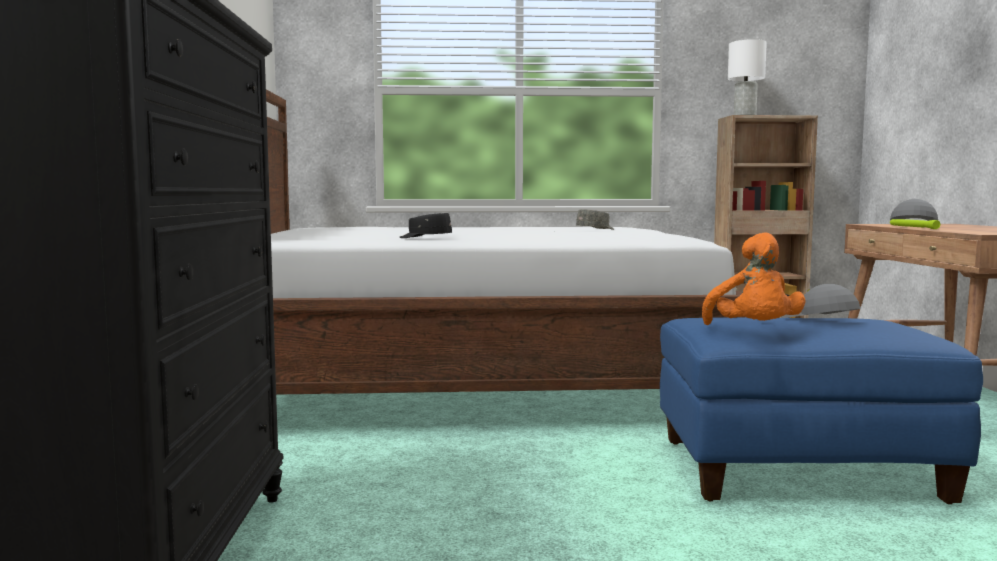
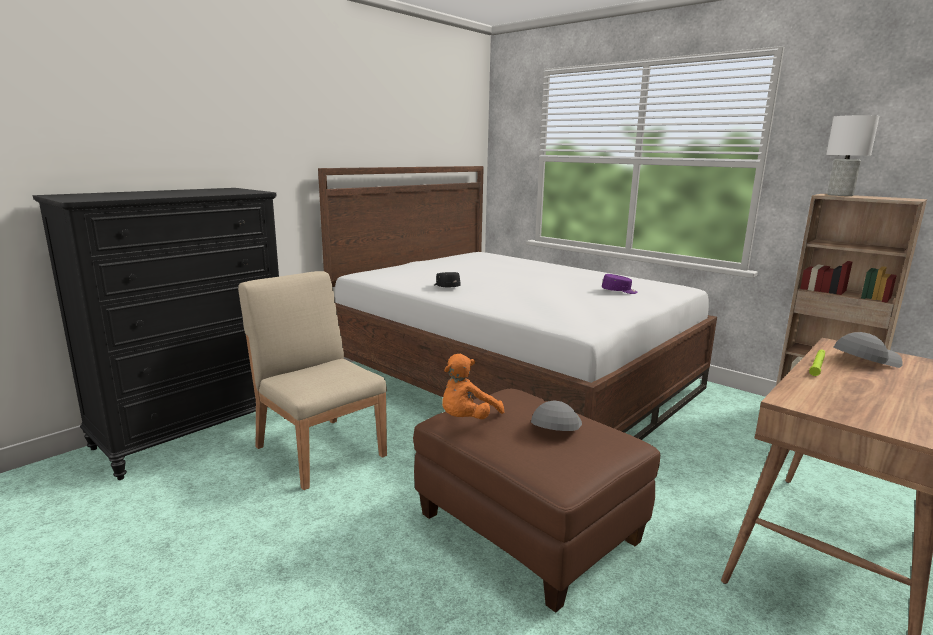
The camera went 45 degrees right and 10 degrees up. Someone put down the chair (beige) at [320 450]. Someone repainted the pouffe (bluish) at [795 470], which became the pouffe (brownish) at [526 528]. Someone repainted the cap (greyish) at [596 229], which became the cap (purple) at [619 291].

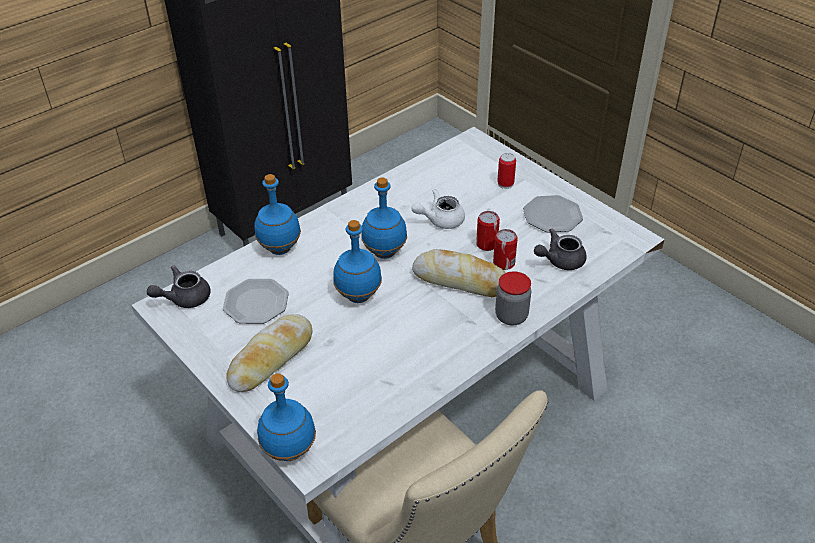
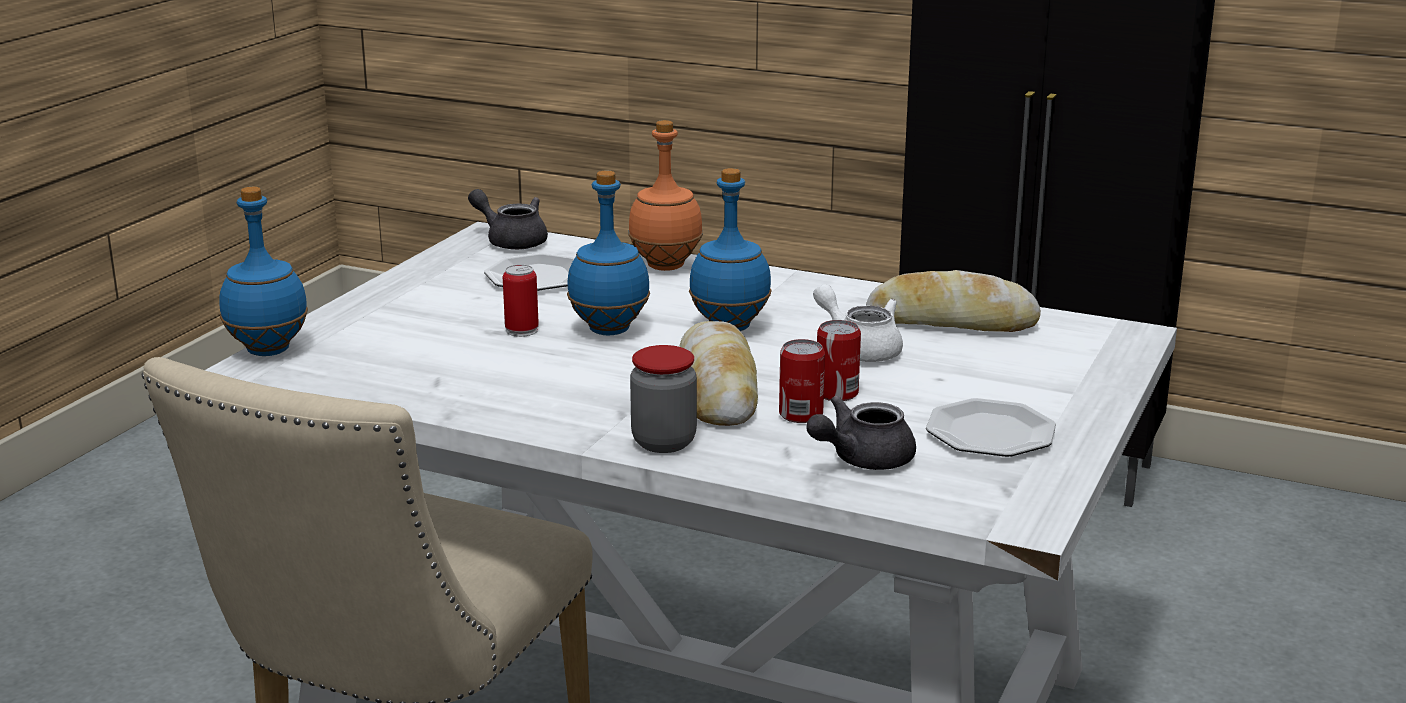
The camera went 65 degrees right and 20 degrees down. Someone carried the can from [505 184] to [522 330]. Someone repainted the bottle (bluish) at [279 248], which became the bottle (orangey) at [666 266]. Someone rotated the pot for tea (greyish) at [560 261] by 75 degrees counterclockwise. Someone carried the bakery bread from [271 358] to [951 321].

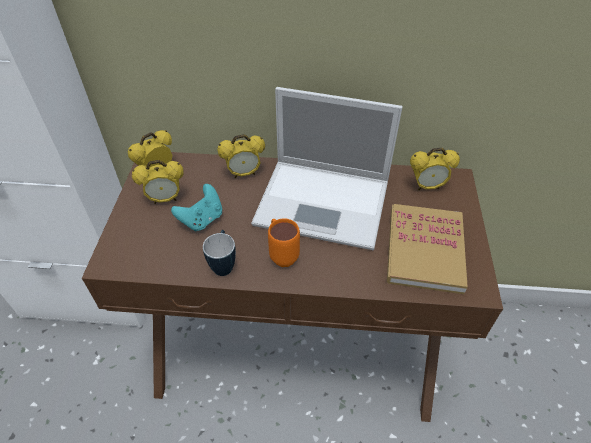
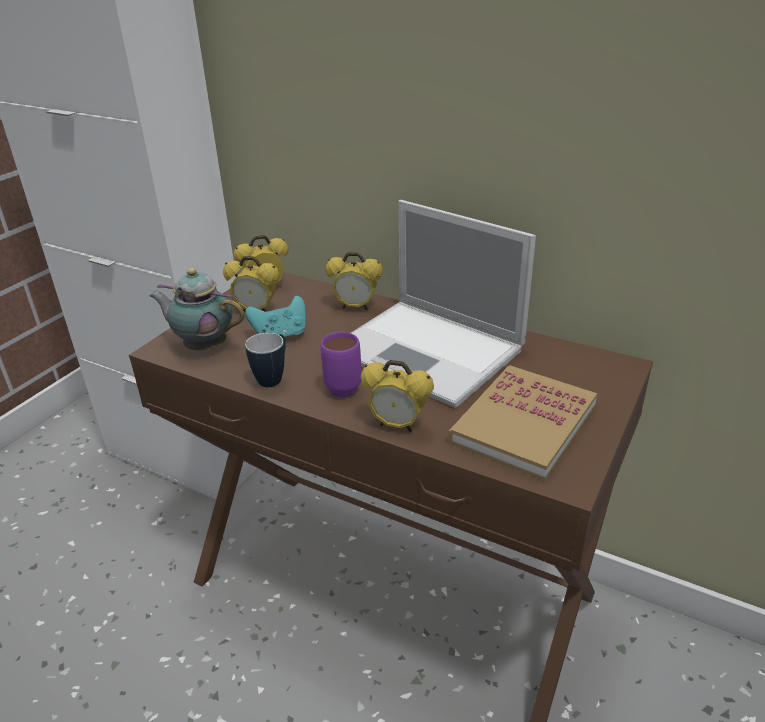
The camera went 25 degrees right and 15 degrees down. Someone put down the pot for tea at [203 346]. Someone repainted the tea mug (orangey) at [282 254], which became the tea mug (purple) at [343 385]. Someone carried the alarm clock from [427 187] to [397 425].

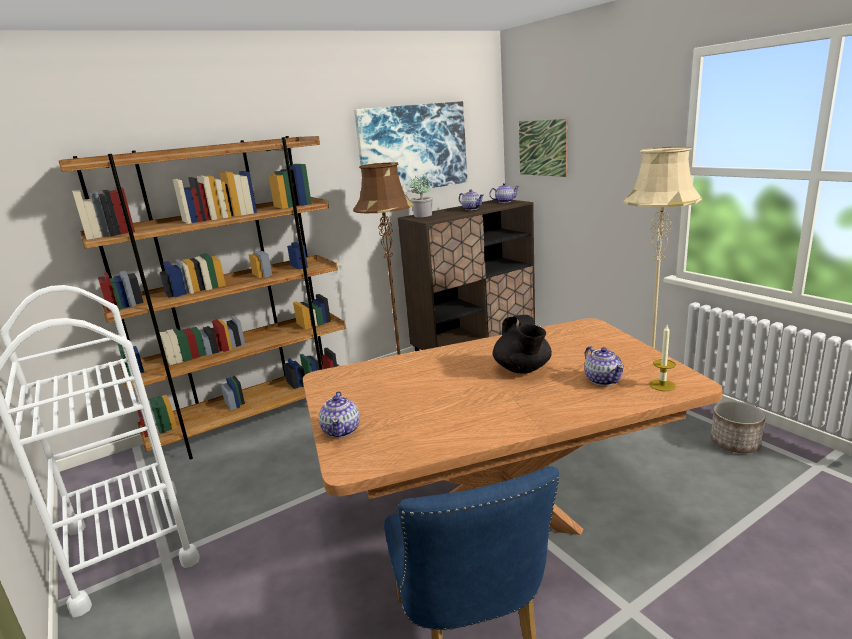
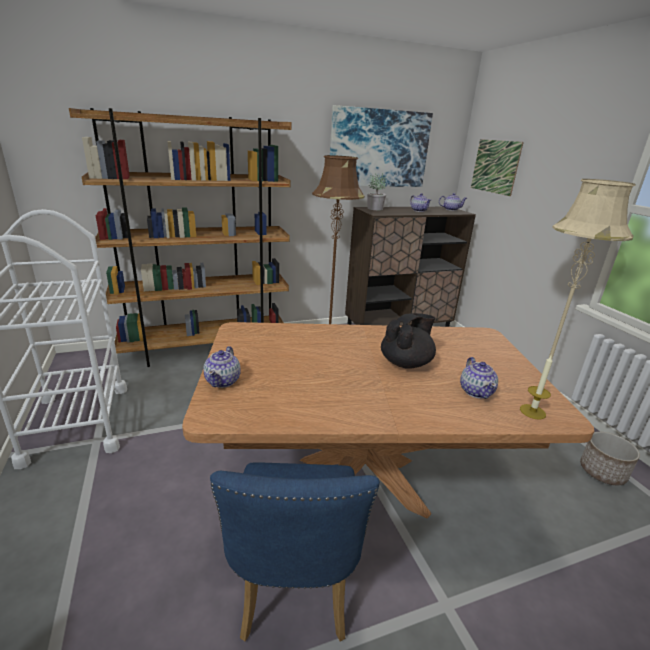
The camera went 10 degrees right and 5 degrees up. Someone rotated the pot for tea (blackish) at [522 369] by 135 degrees counterclockwise.

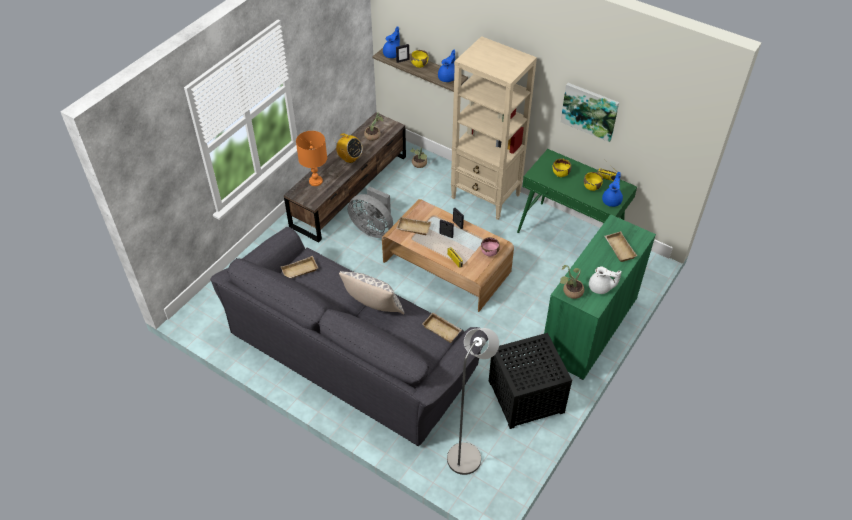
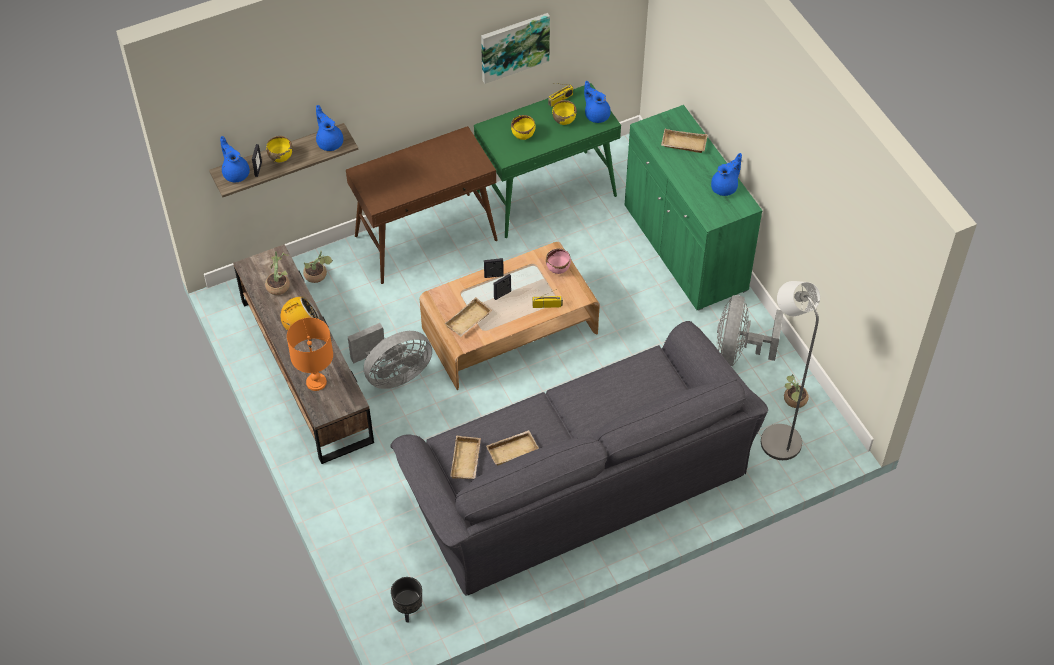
The camera went 60 degrees left and 5 degrees up. Someone swapped the bookshelf (beige) at [486 197] for the console table (brownish) at [426 238]. Someone put down the plant pot (blackish) at [408 610]. Someone carried the carrying tray (beige) from [442 329] to [512 449]. Someone repainted the pot for tea (white-coloured) at [600 288], which became the pot for tea (bluish) at [725 187]. Someone swapped the accent table (blackish) at [525 398] for the cooling fan (greyish) at [738 351]. Someone carried the houseplant from [570 291] to [794 401]. Someone took away the cushion at [374 309].

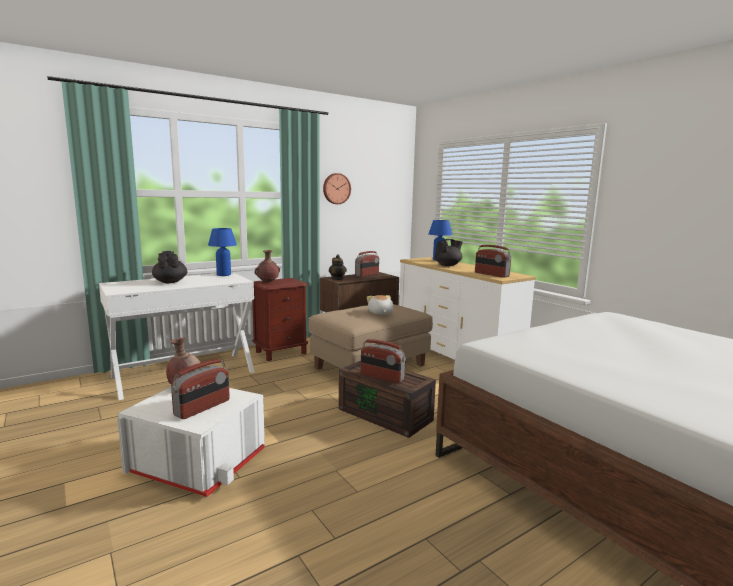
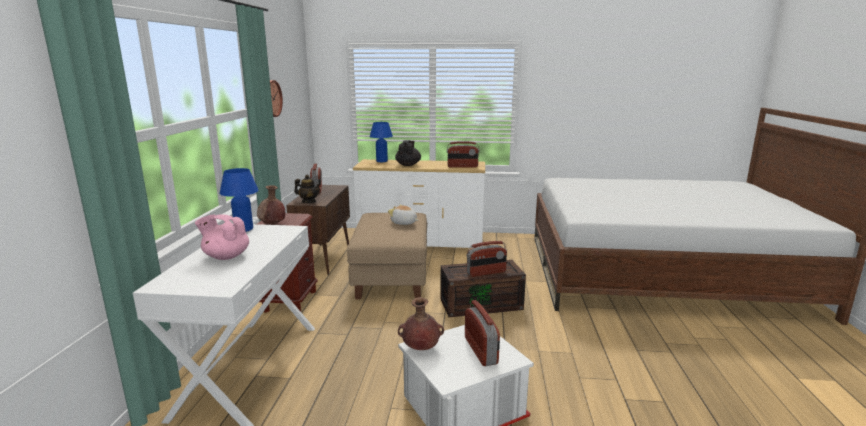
The camera went 50 degrees left and 5 degrees up. Someone repainted the pot for tea (blackish) at [170 282], which became the pot for tea (pink) at [226 256].

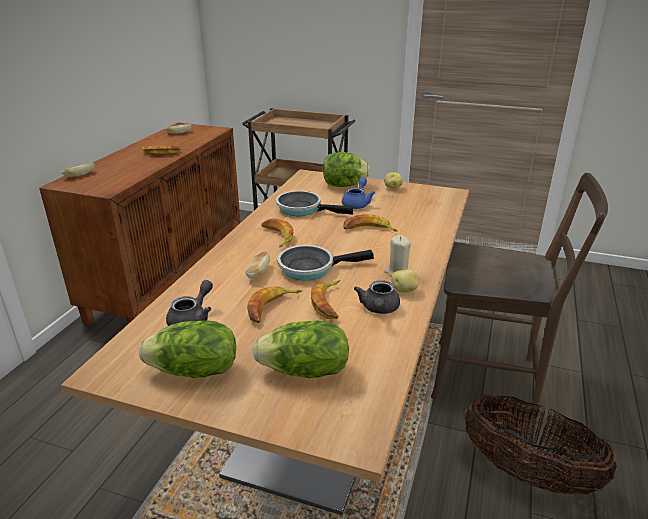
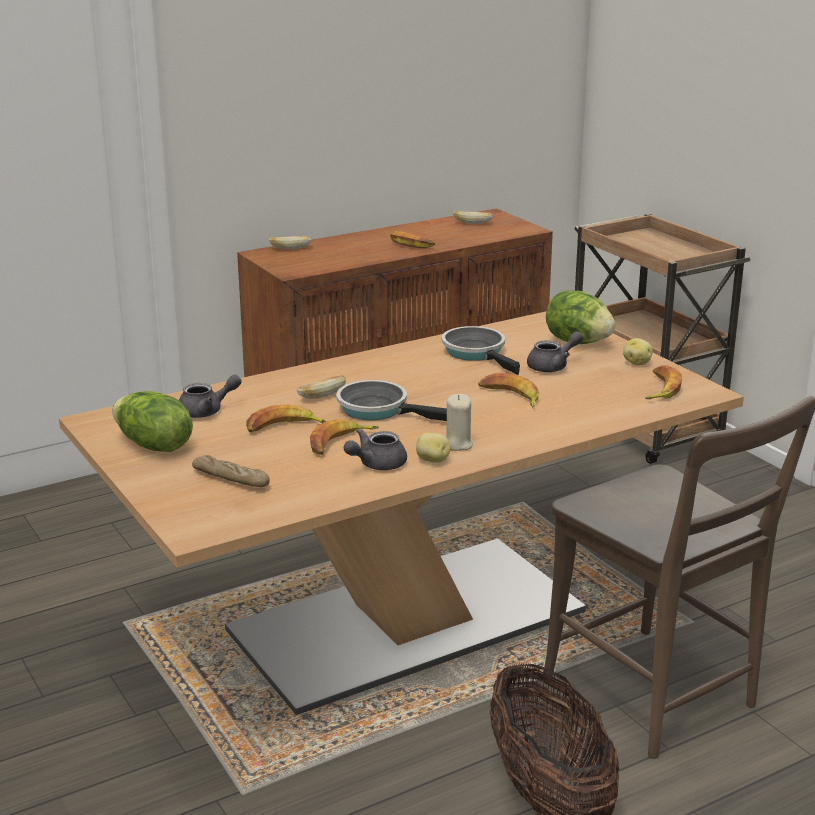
The camera went 40 degrees right and 5 degrees down. Someone swapped the lettuce at [305 371] for the bakery bread at [230 479]. Someone repainted the pot for tea (bluish) at [357 203], which became the pot for tea (greyish) at [553 366]. Someone carried the banana fruit from [276 236] to [660 389].

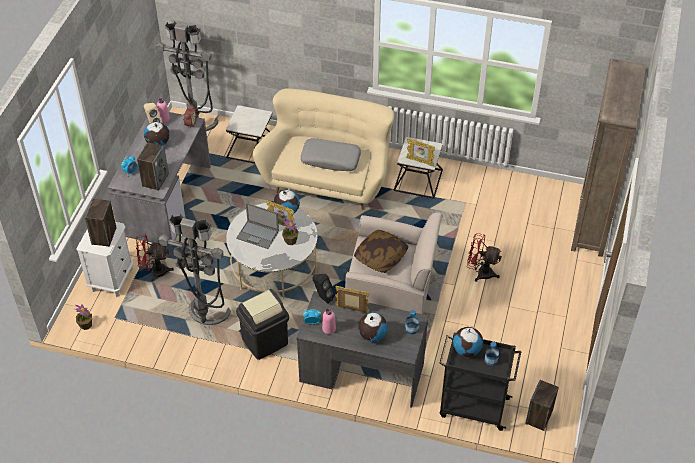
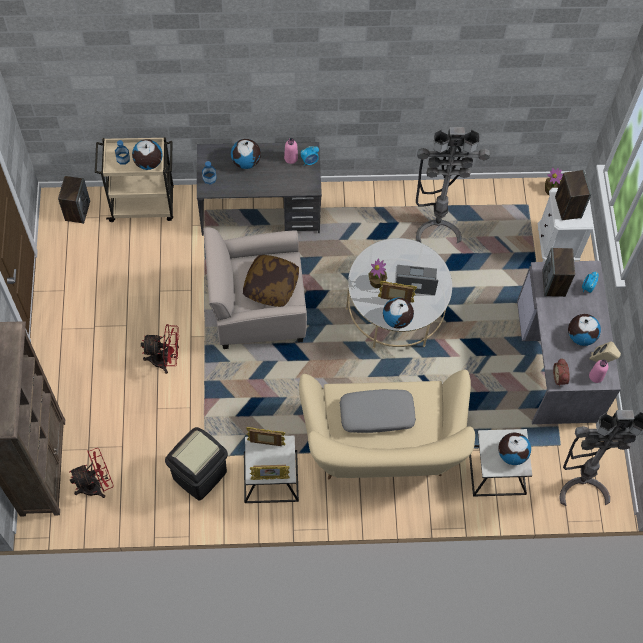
The camera went 160 degrees right and 15 degrees up. Someone carried the cooling fan (red-coloured) from [154 271] to [96 485]. Someone repainted the trolley (blackish) at [472 407], which became the trolley (beige) at [143 204]. Someone carried the trash can (blackish) from [265 341] to [200 475]. Someone carried the photo frame from [352 309] to [270 478]. Someone put down the world globe at [512 454]. Someone took away the loudspeaker (blackish) at [323 297].

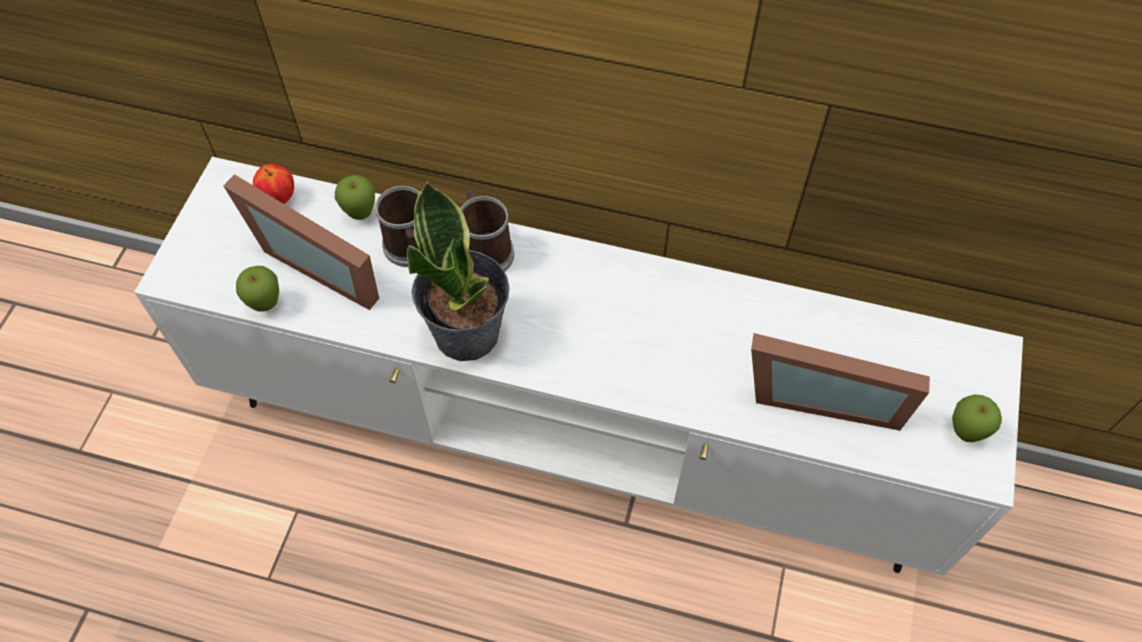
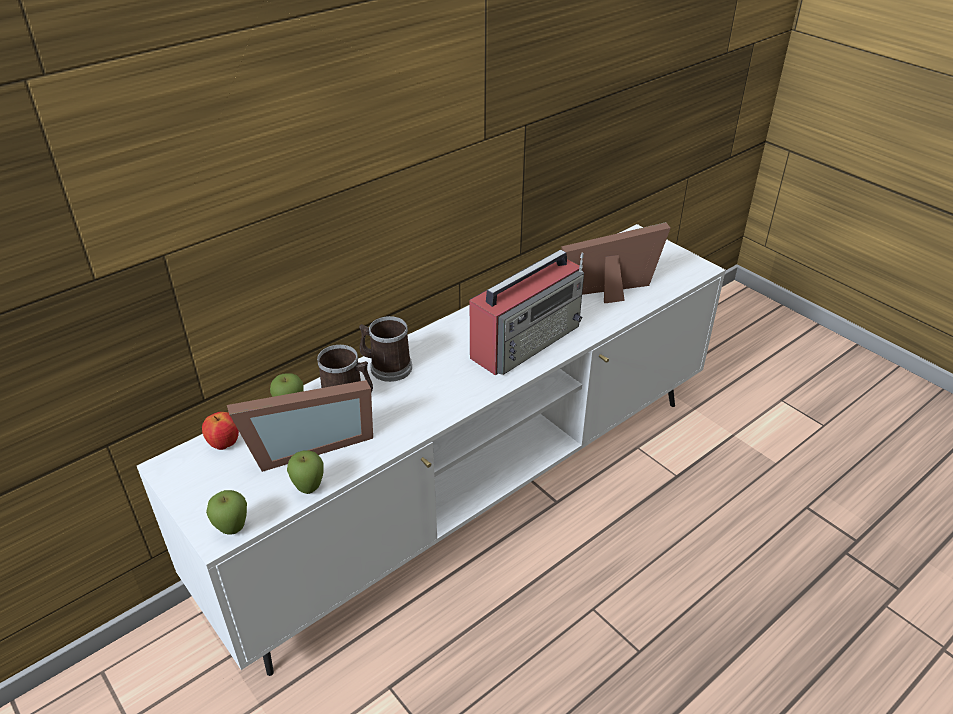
The camera went 55 degrees left and 20 degrees down. Someone carried the apple from [964 433] to [233 530]. Someone put down the radio at [527 340]. Someone rotated the photo frame at [821 394] by 150 degrees counterclockwise. Someone took away the houseplant at [468 332].

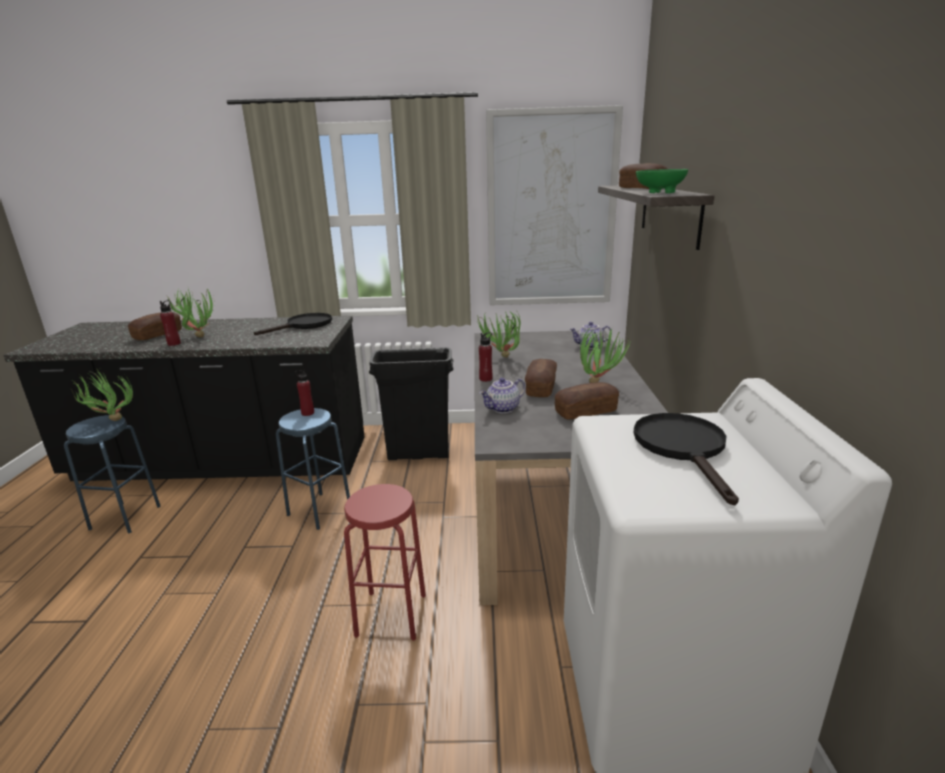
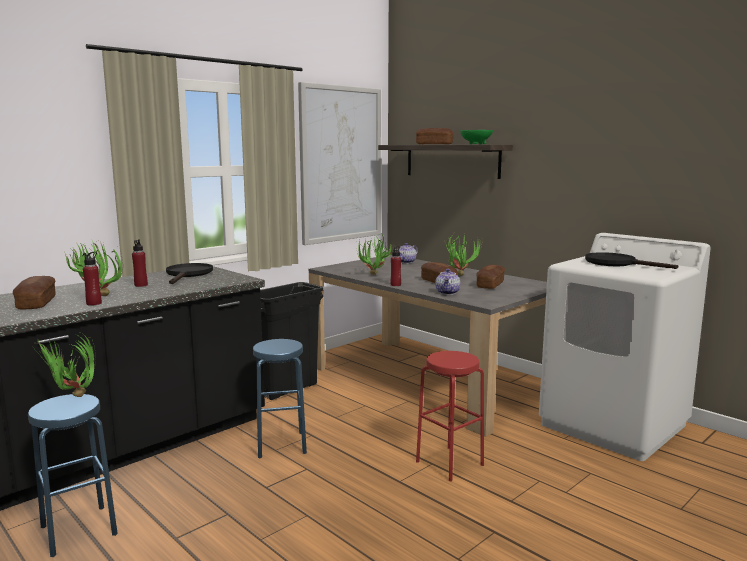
The camera went 45 degrees left and 10 degrees down. Someone carried the bottle (red-coloured) from [307 413] to [141 285].

